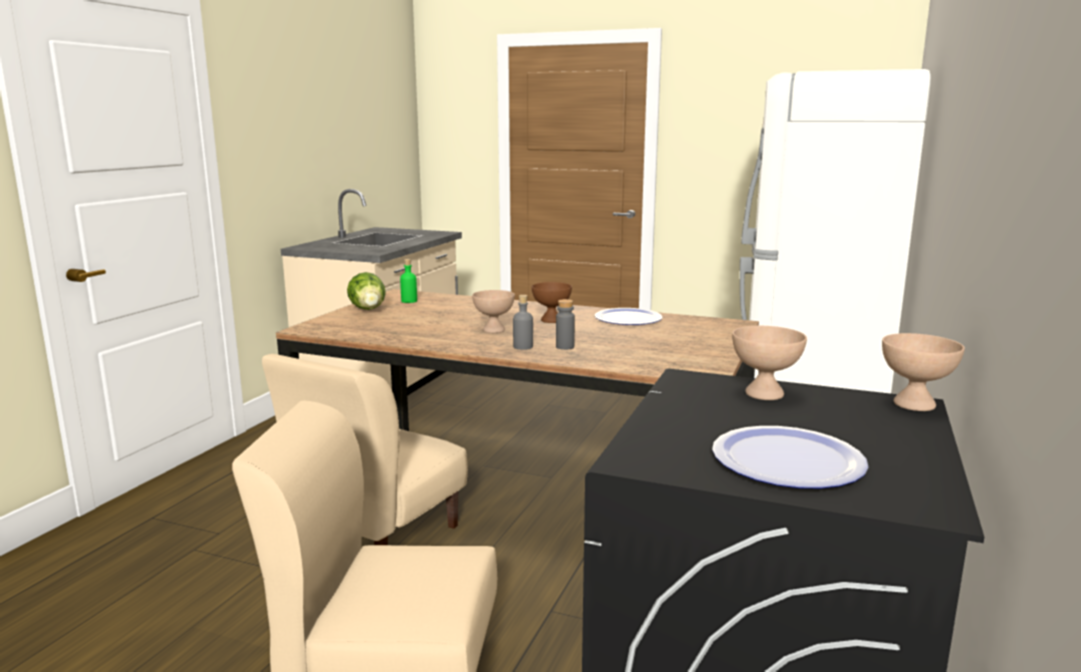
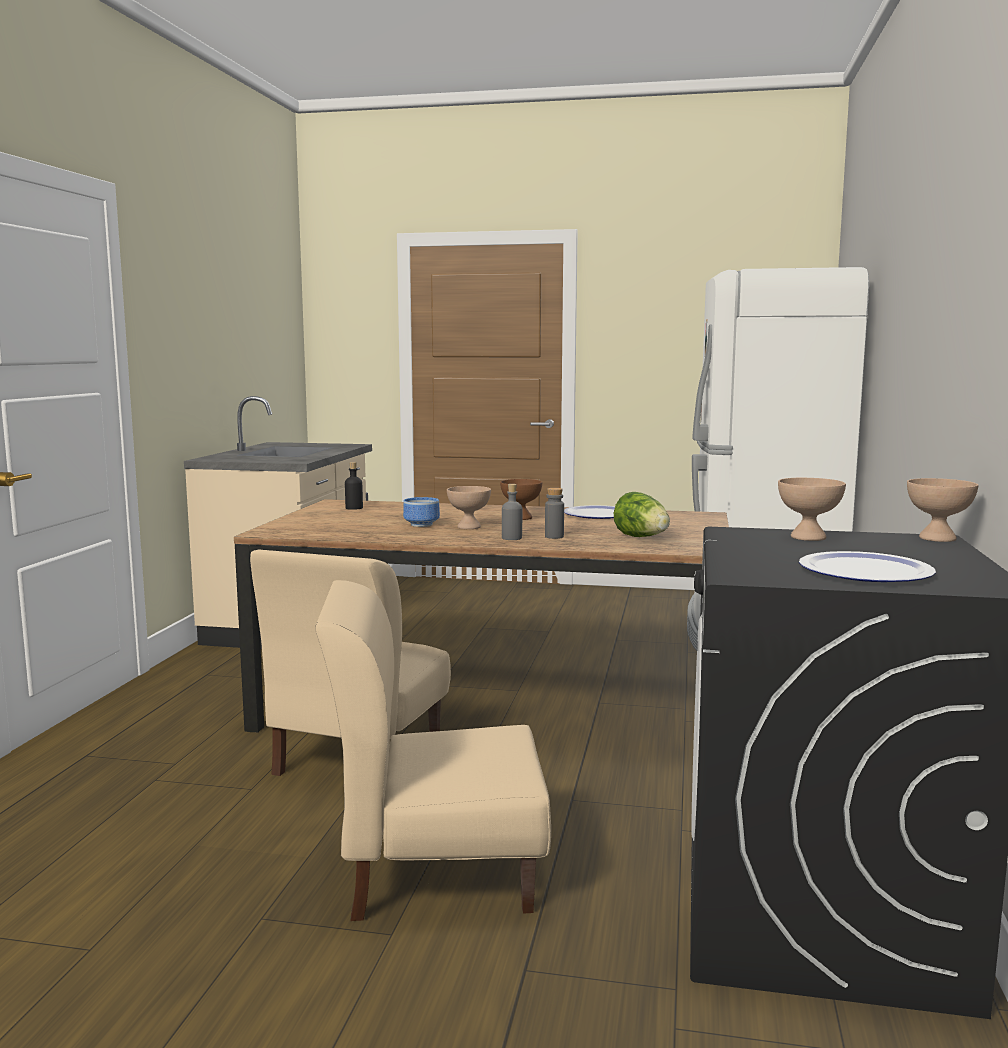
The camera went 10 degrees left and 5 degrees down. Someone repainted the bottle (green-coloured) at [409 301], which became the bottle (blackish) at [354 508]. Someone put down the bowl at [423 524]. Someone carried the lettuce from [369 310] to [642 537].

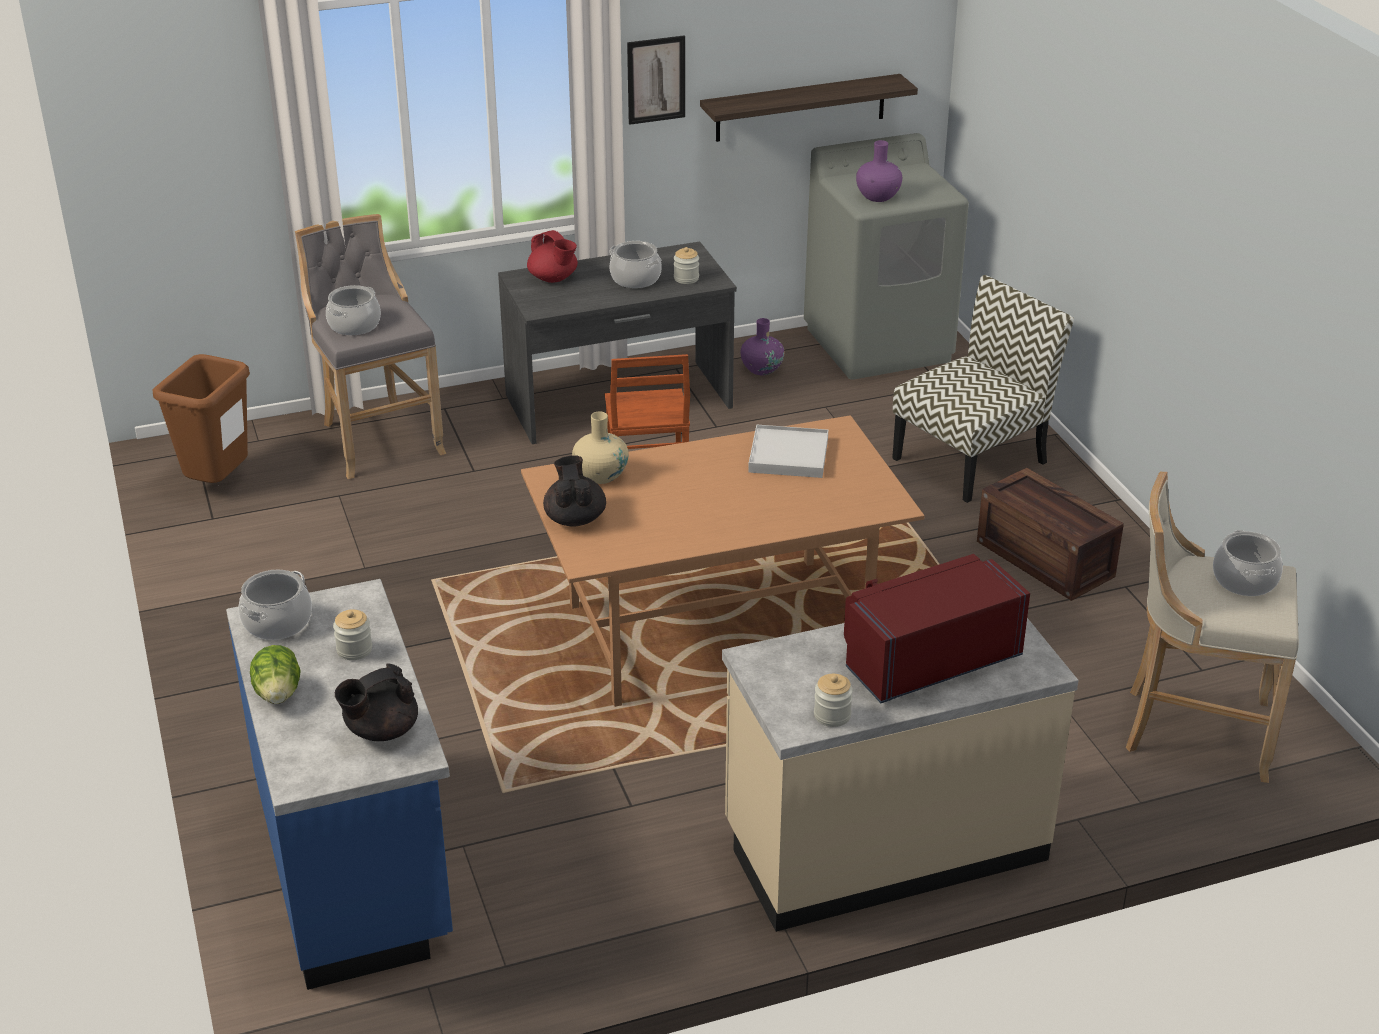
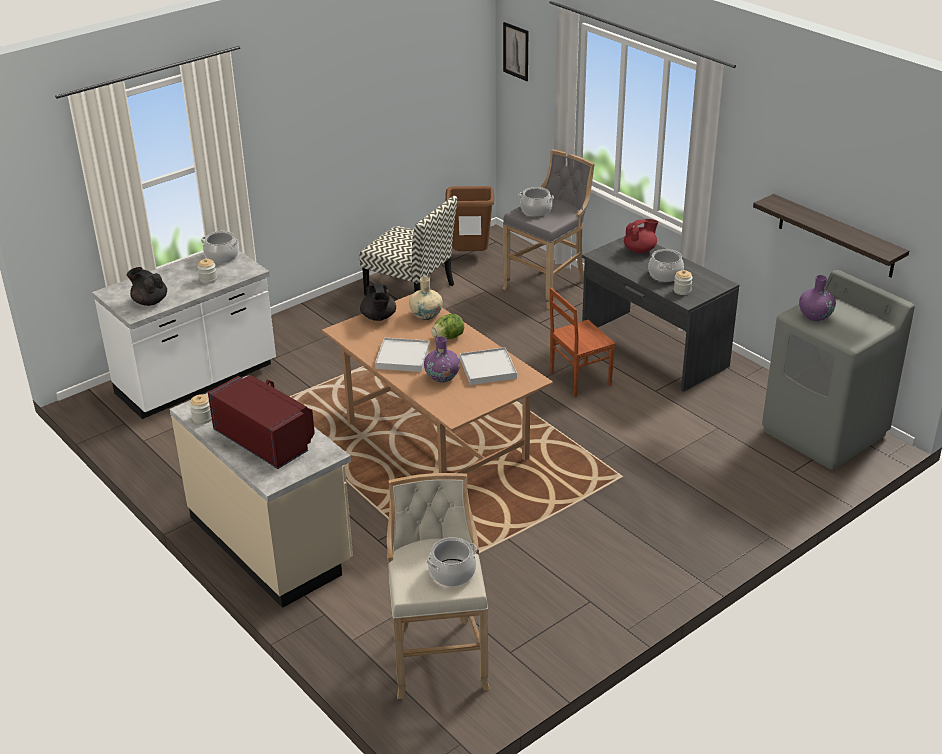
The camera went 70 degrees right and 0 degrees up. Someone repainted the kitchen base unit (bluish) at [356 864], which became the kitchen base unit (white-coloured) at [197 381]. Someone carried the chair from [971 459] to [411 290]. Someone rotated the pot for tea (blackish) at [575 518] by 105 degrees clockwise. Someone put down the carrying tray (white-coloured) at [402 357]. Someone carried the vase (purple) from [761 369] to [442 377]. Someone carried the lettuce from [278 694] to [448 337]. Someone carried the wall art from [656 79] to [516 51]. Someone rotated the pot for tea (red-coloured) at [553 279] by 150 degrees counterclockwise. Someone took away the packing crate at [1048 559].

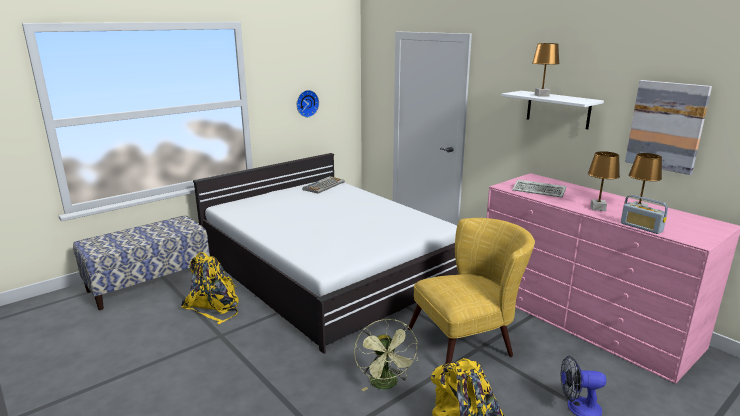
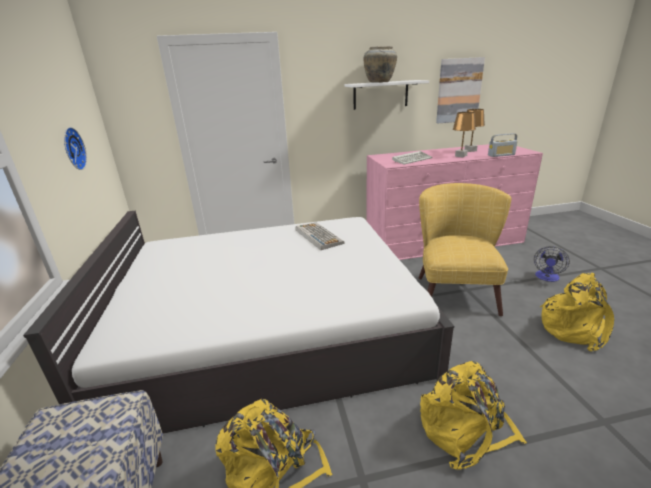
The camera went 60 degrees left and 5 degrees up. Someone carried the computer keyboard from [324 185] to [318 236]. Someone swapped the lamp for a table (brownish) at [541 95] for the vase (beige) at [380 82]. Someone put down the knapsack (yellowish) at [465 430]. Someone took away the cooling fan (green-coloured) at [386 385].

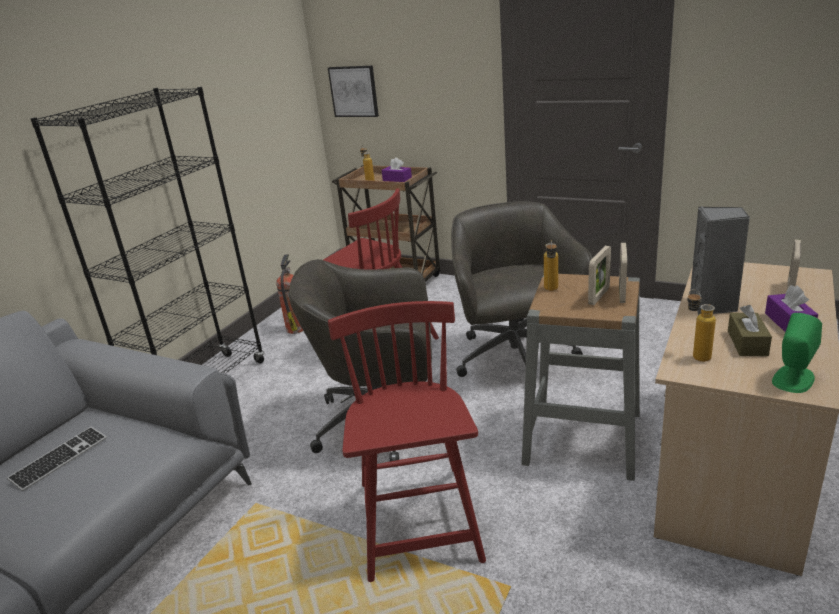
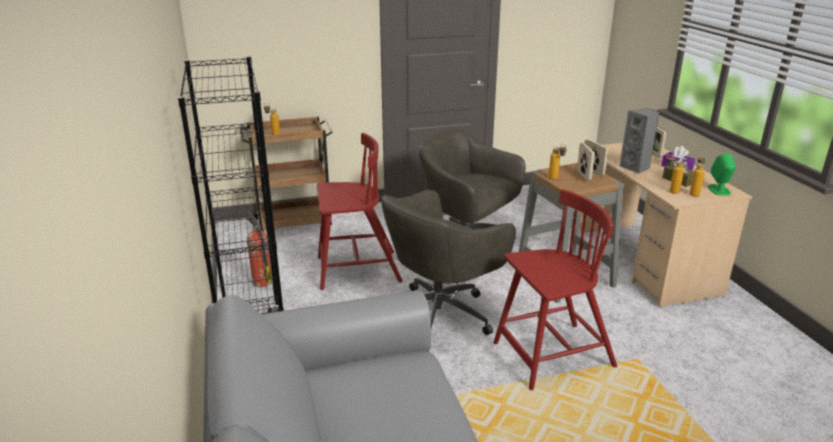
The camera went 45 degrees left and 0 degrees up. Someone rotated the chair (red-coloured) at [419 523] by 120 degrees clockwise. Someone put down the bottle at [694 193]. Someone took away the computer keyboard at [60 459]. Someone took away the wall art at [354 91]. Someone took away the tissue box (purple) at [397 180].

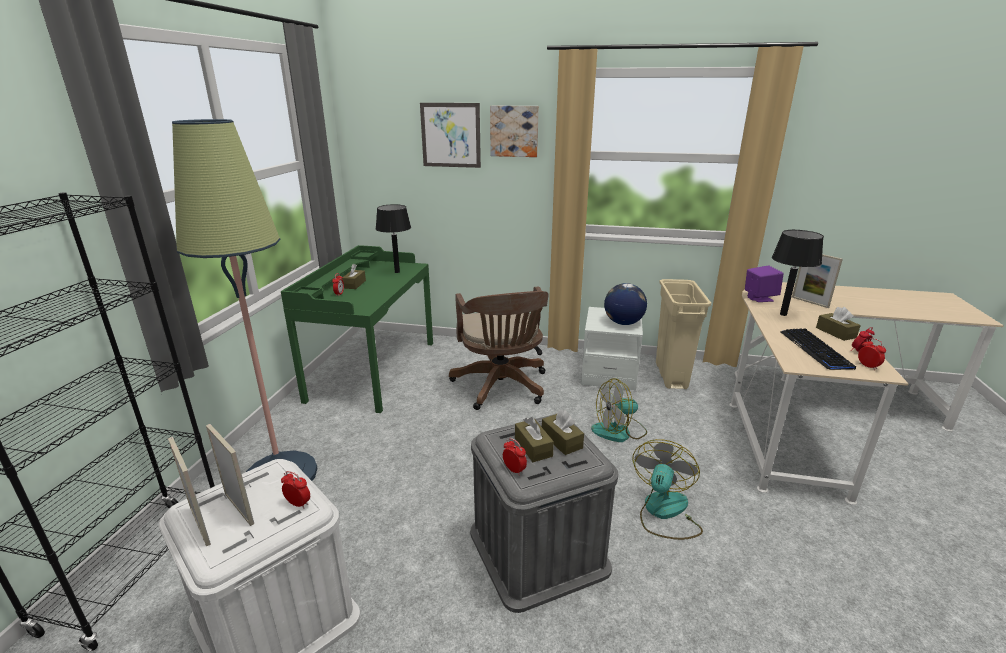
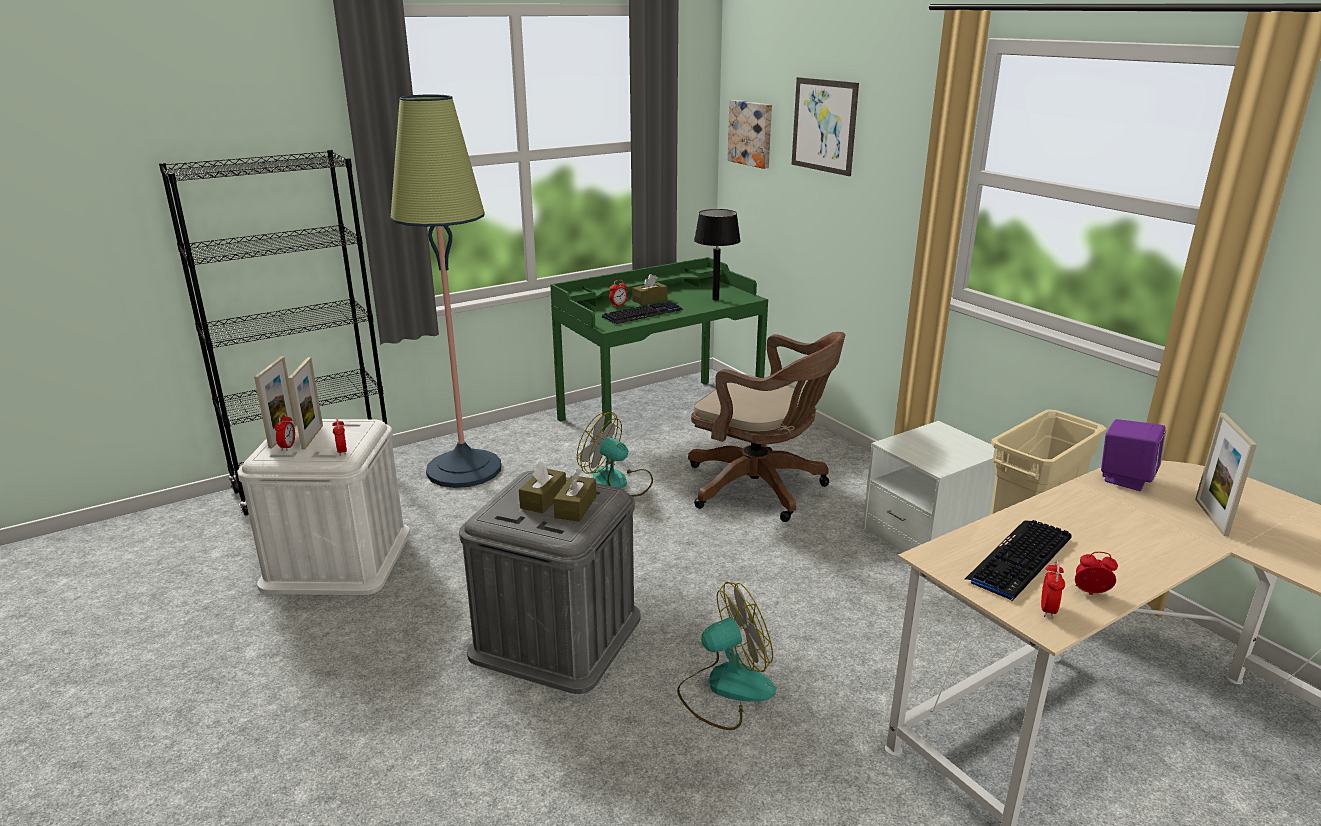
The camera went 45 degrees right and 0 degrees up. Someone carried the alarm clock from [514 470] to [288 447]. Someone carried the cooling fan from [619 431] to [617 483]. Someone put down the computer keyboard at [643 314]. Someone rotated the desk chair (brownish) at [501 388] by 90 degrees counterclockwise. Someone carried the wall art from [514 131] to [751 133]. Someone took away the world globe at [623 323]. Someone took away the lamp for a table (blackish) at [783 314]. Someone took away the tissue box (brownish) at [835 332].

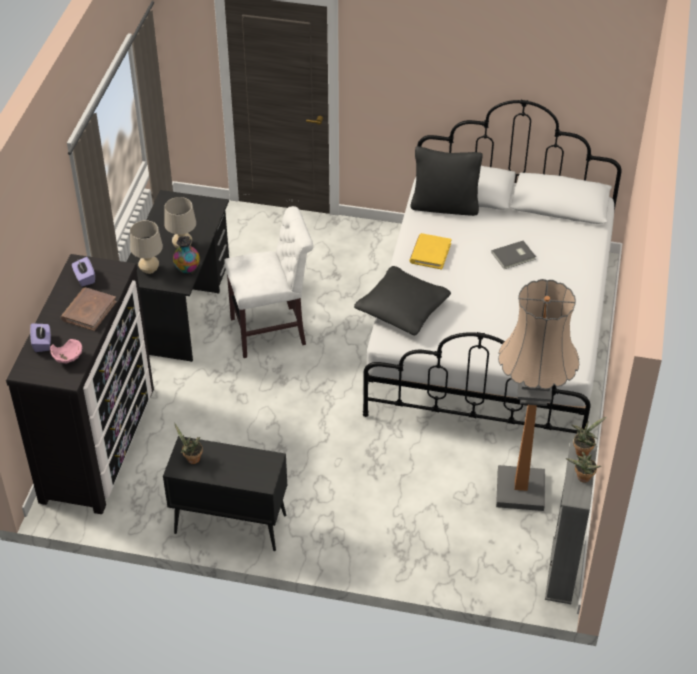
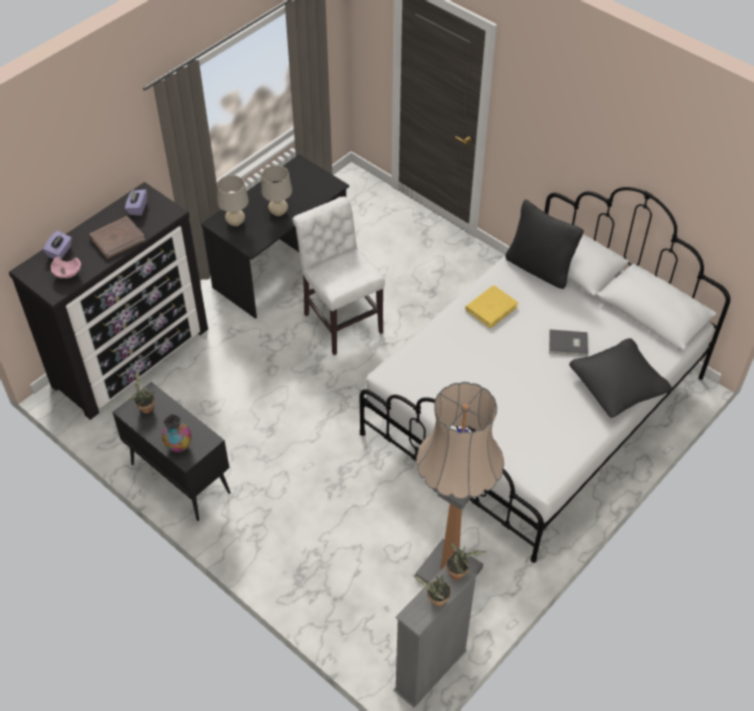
The camera went 30 degrees right and 5 degrees up. Someone carried the vase from [187 270] to [178 446]. Someone rotated the chair (white-coloured) at [272 331] by 135 degrees counterclockwise. Someone carried the cushion (blackish) from [402 309] to [618 385].

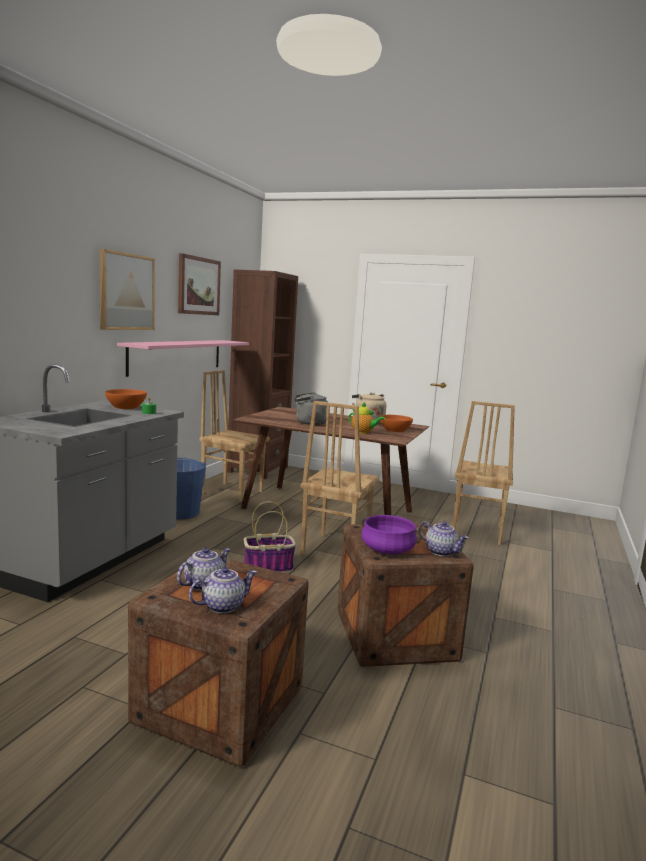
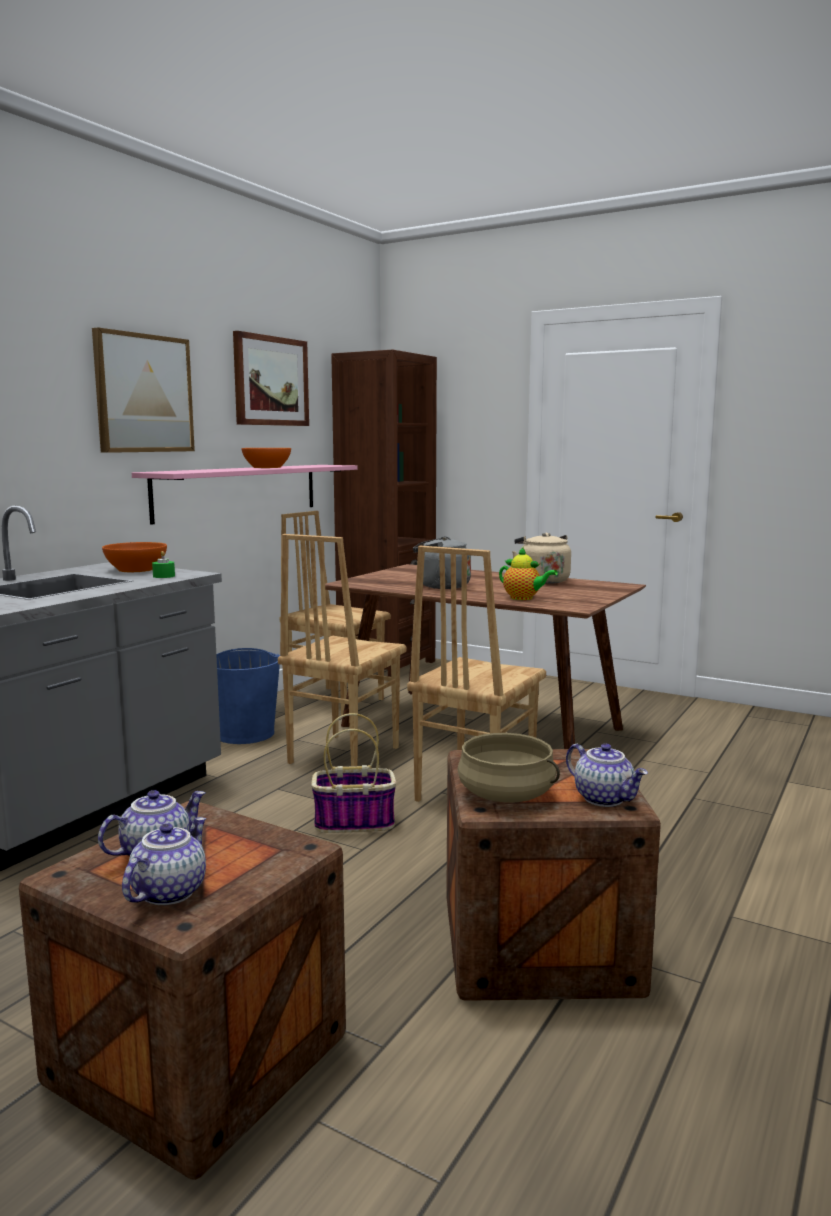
The camera went 10 degrees right and 0 degrees up. Someone rotated the pot for tea at [223 605] by 45 degrees counterclockwise. Someone carried the bowl (orangey) from [395 430] to [266 467]. Someone carried the chair (brownish) from [475 531] to [342 755]. Someone repainted the stockpot (purple) at [388 550], which became the stockpot (beige) at [506 795].

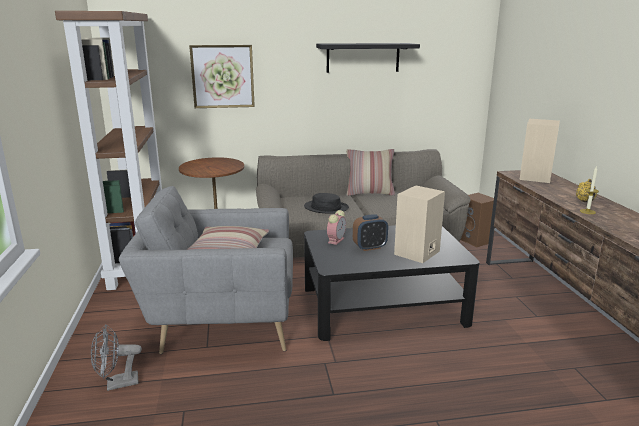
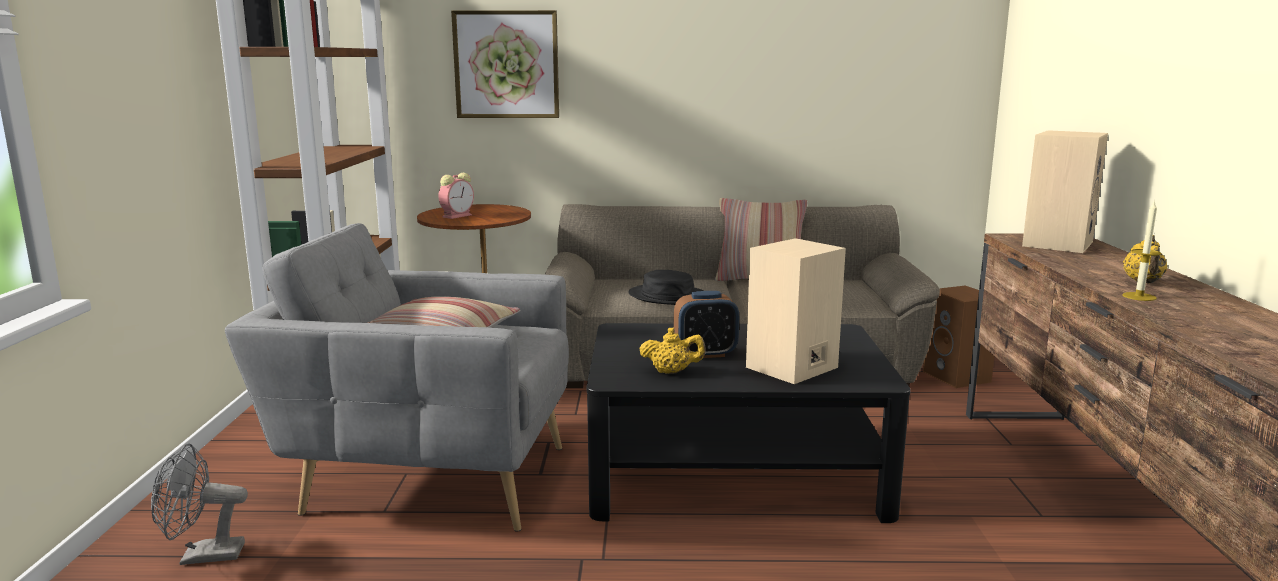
The camera went 10 degrees right and 5 degrees down. Someone carried the alarm clock from [336 240] to [457 216]. Someone put down the pot for tea (yellowish) at [672 372]. Someone took away the bracket shelf (blackish) at [363 57].

